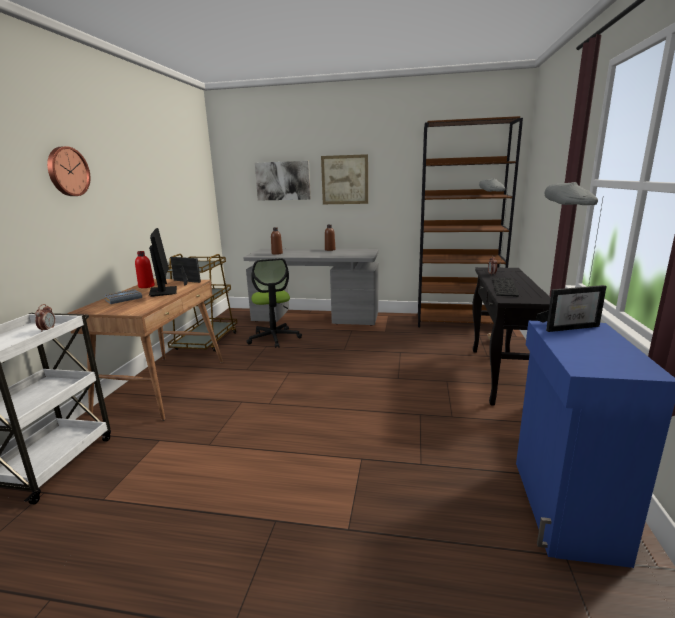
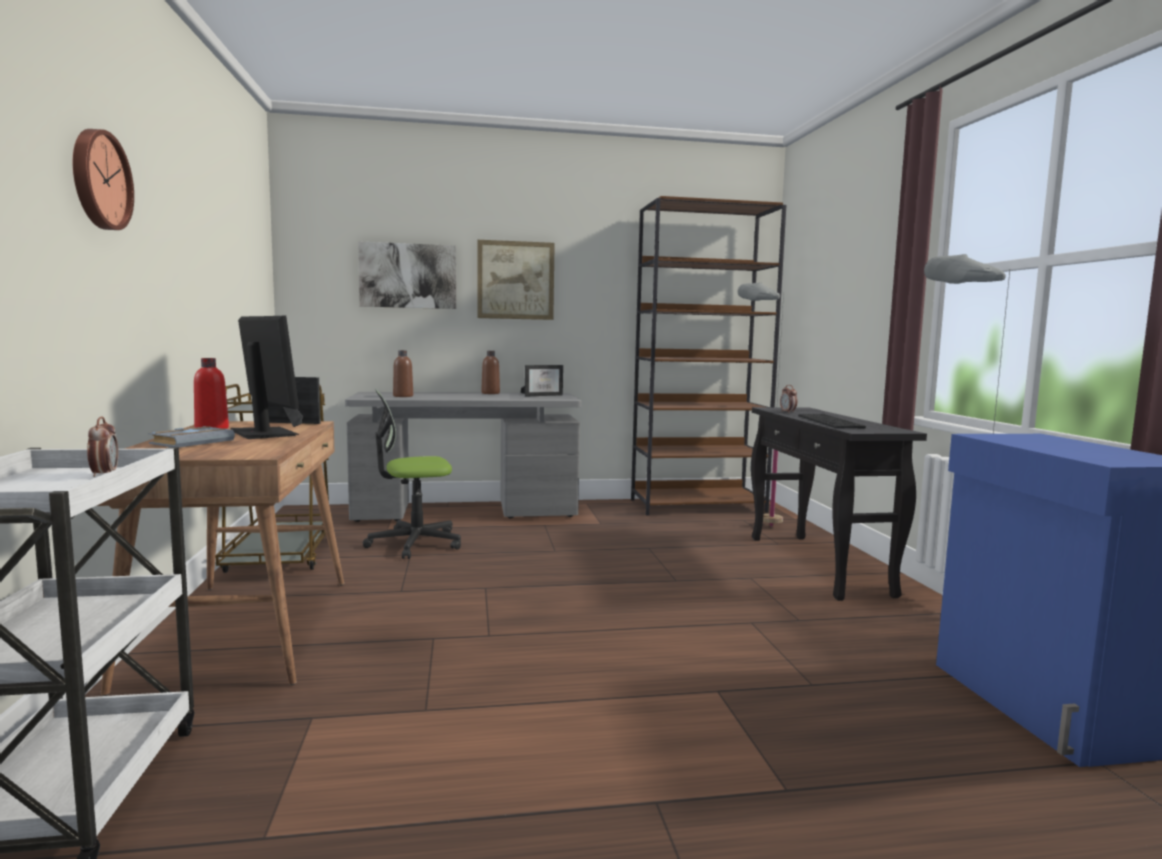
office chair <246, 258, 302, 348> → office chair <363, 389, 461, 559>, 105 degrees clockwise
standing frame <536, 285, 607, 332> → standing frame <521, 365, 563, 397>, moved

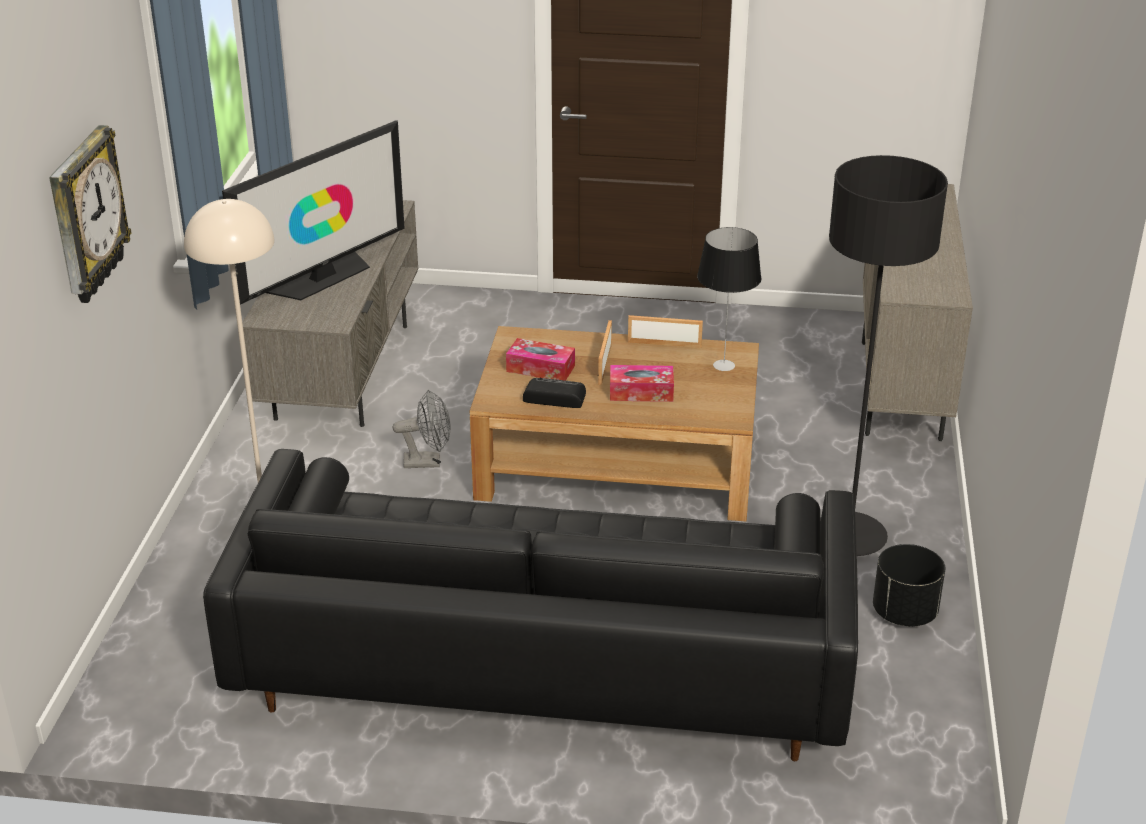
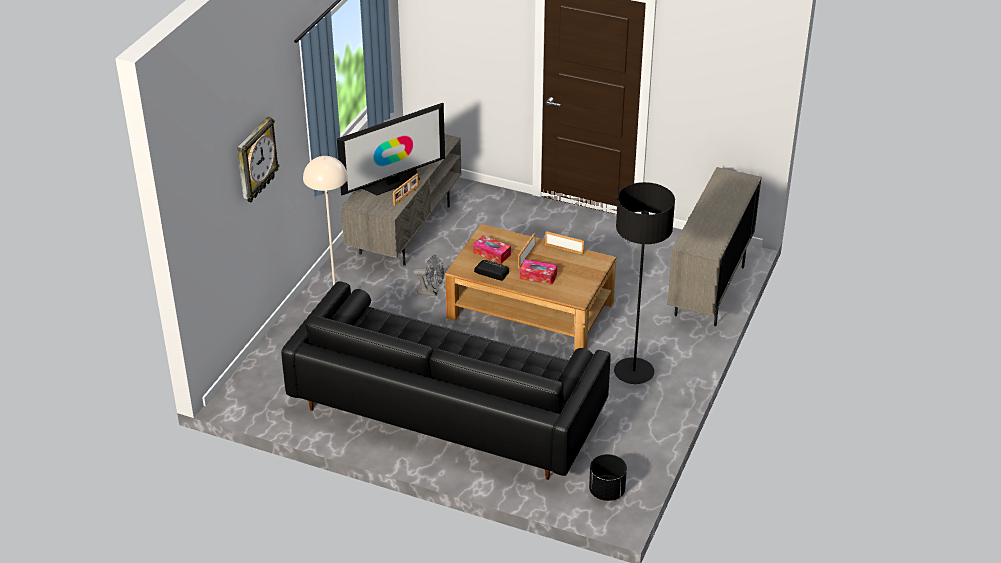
- → standing frame <393, 173, 419, 205>
black flower pot <873, 544, 945, 626> → black flower pot <589, 454, 627, 501>, moved
table lamp <697, 227, 761, 371> → -

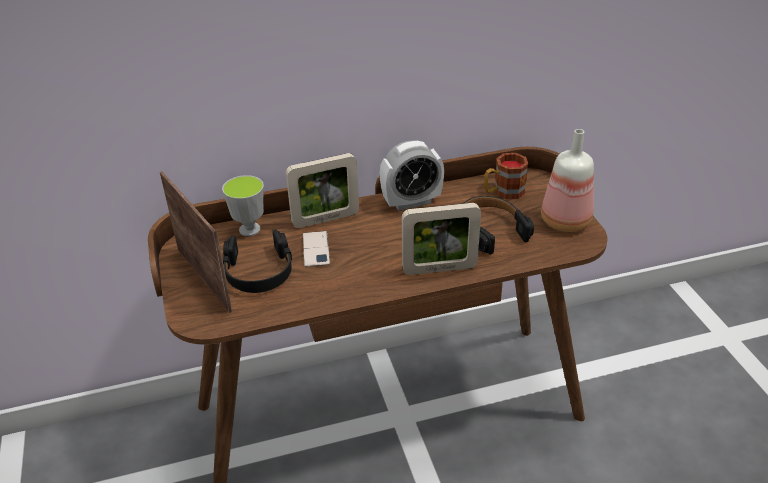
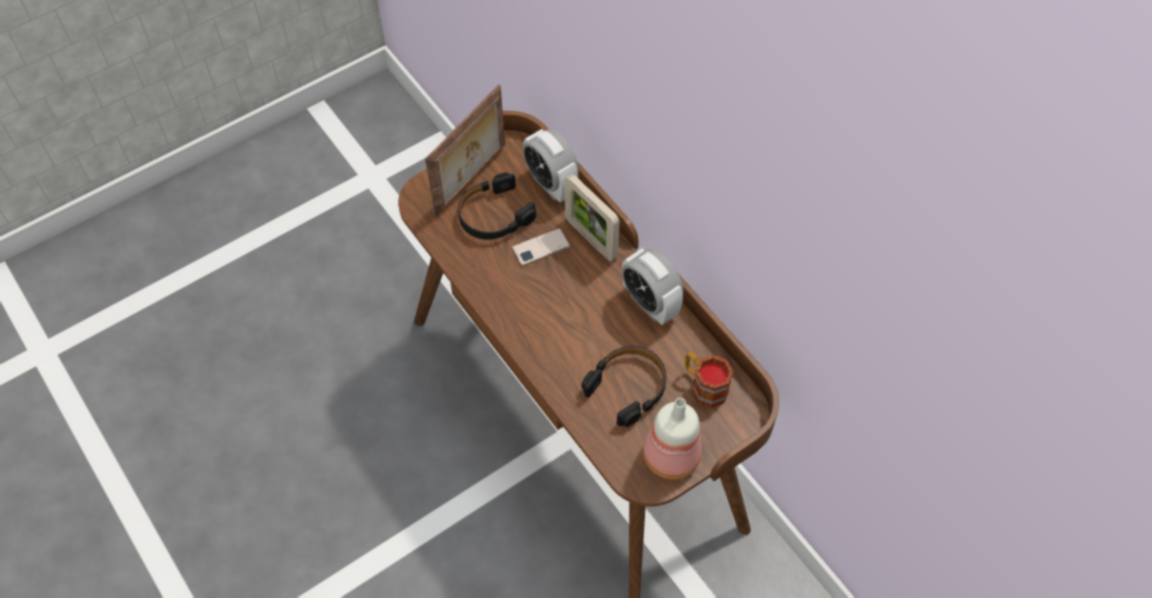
small cup <222, 175, 264, 236> → alarm clock <523, 129, 579, 203>
standing frame <402, 203, 481, 275> → -

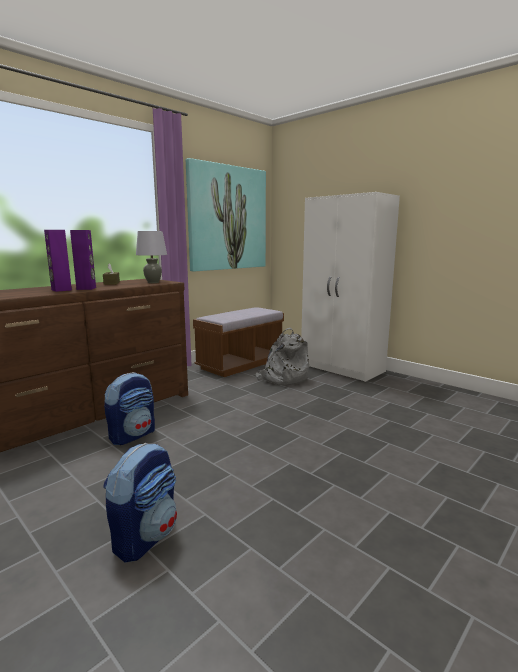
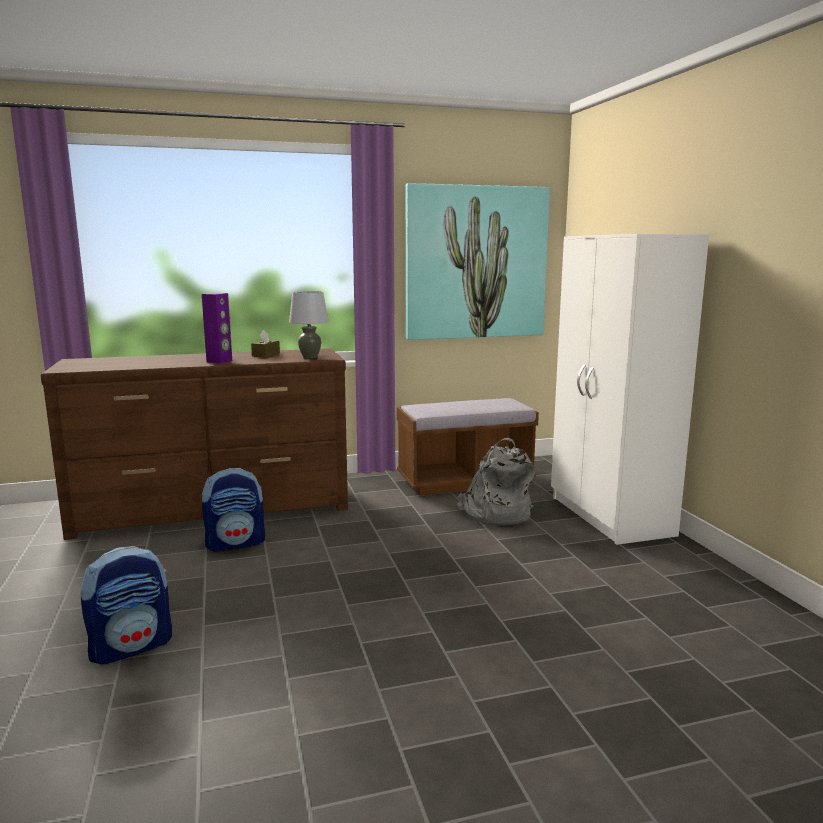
purple speaker <44, 230, 72, 292> → -

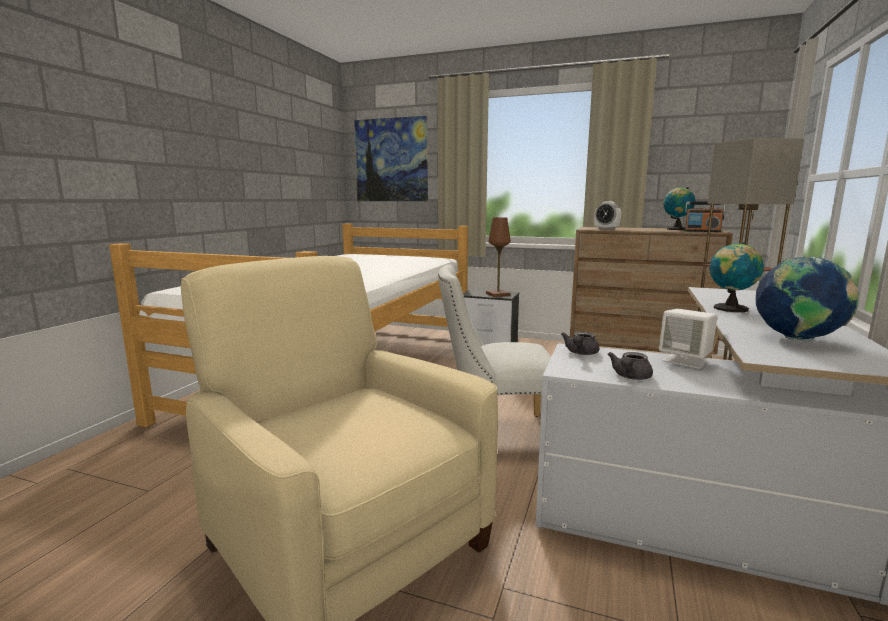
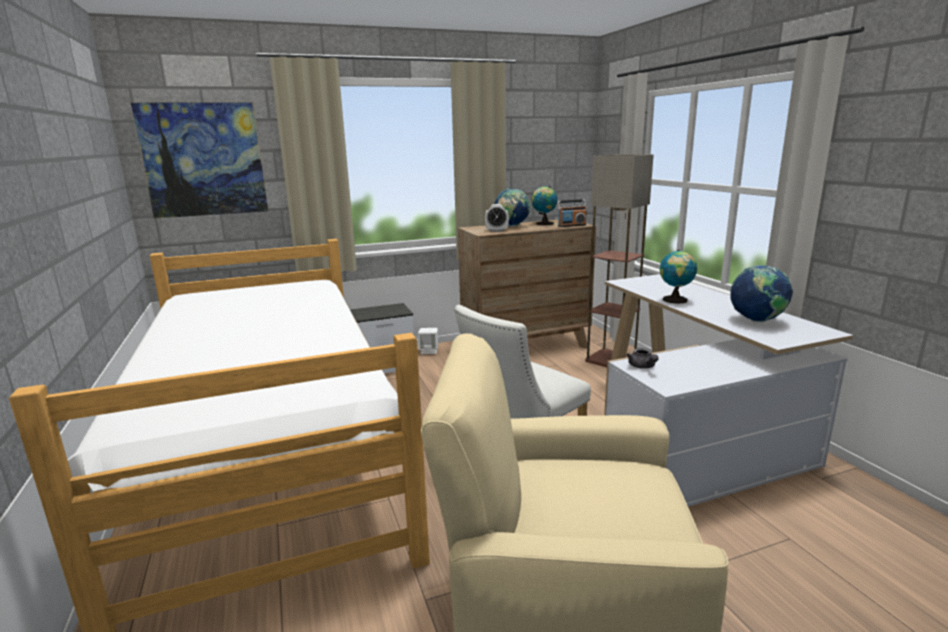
white-coloured speaker <659, 309, 717, 369> → white-coloured speaker <418, 328, 438, 354>, moved
- → world globe <494, 188, 530, 227>
brownish table lamp <486, 217, 511, 297> → -
gray teapot <608, 352, 653, 380> → -

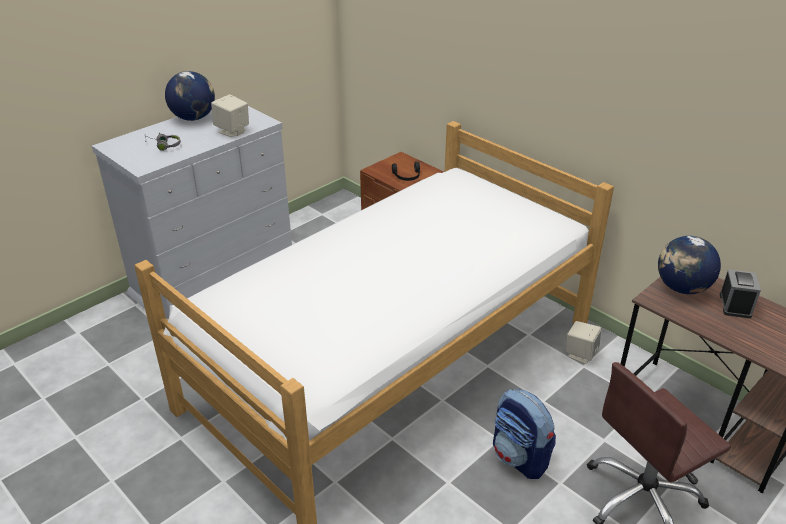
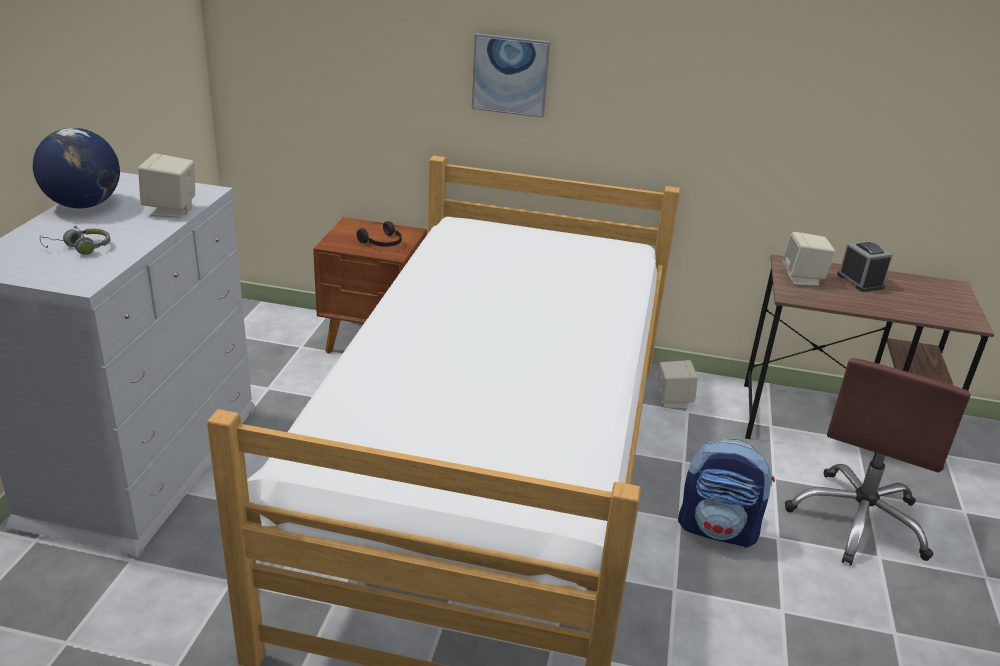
- → wall art <472, 33, 550, 118>
world globe <658, 236, 721, 294> → sand-coloured speaker <783, 232, 835, 286>

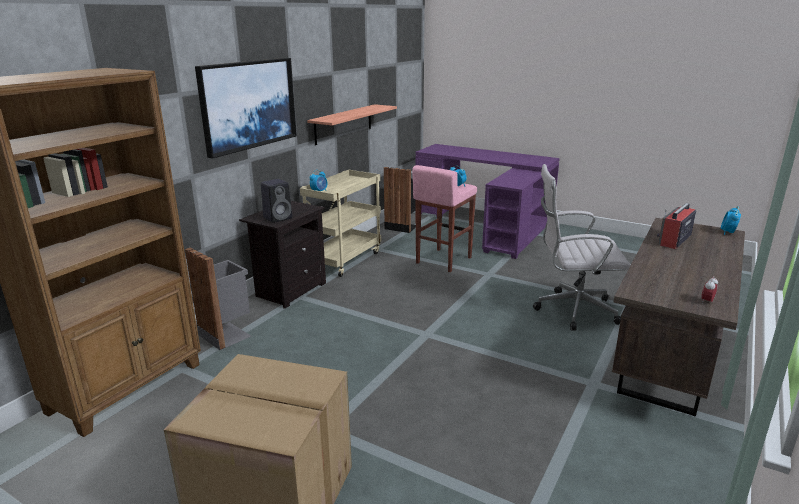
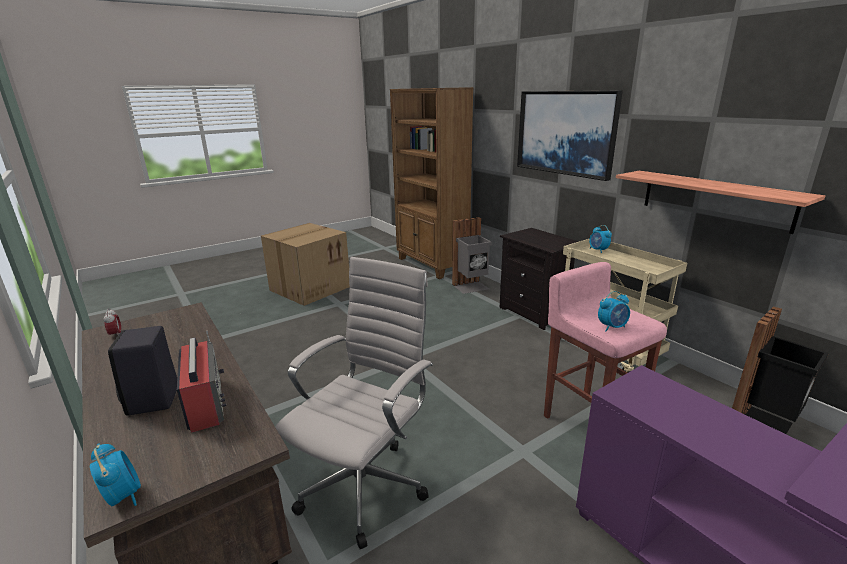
black speaker <261, 179, 292, 223> → black speaker <108, 326, 177, 416>, moved

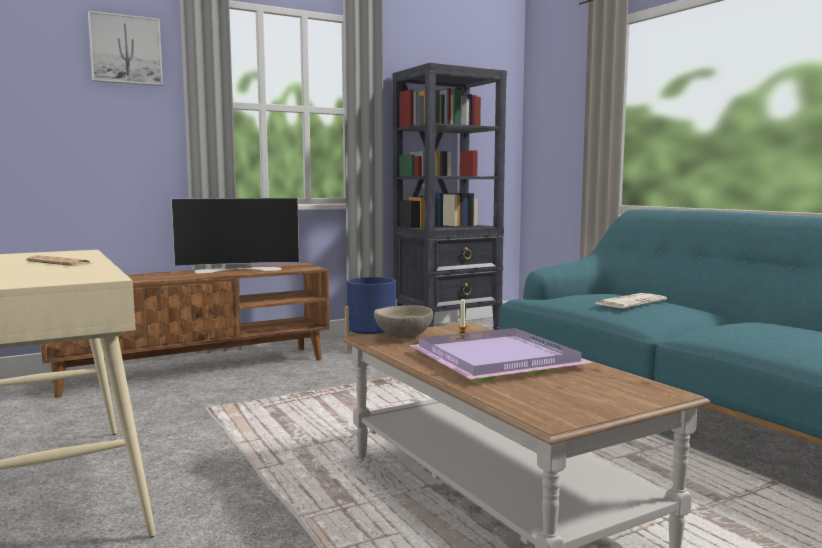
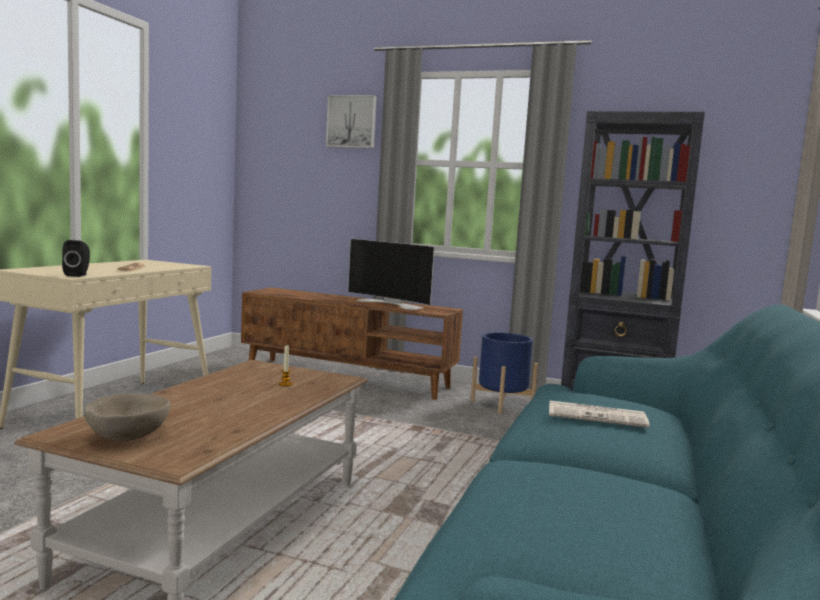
- → black speaker <62, 240, 90, 277>
sand-coloured deep dish <374, 305, 433, 338> → sand-coloured deep dish <84, 393, 170, 441>, moved
purple tray <409, 328, 593, 382> → -

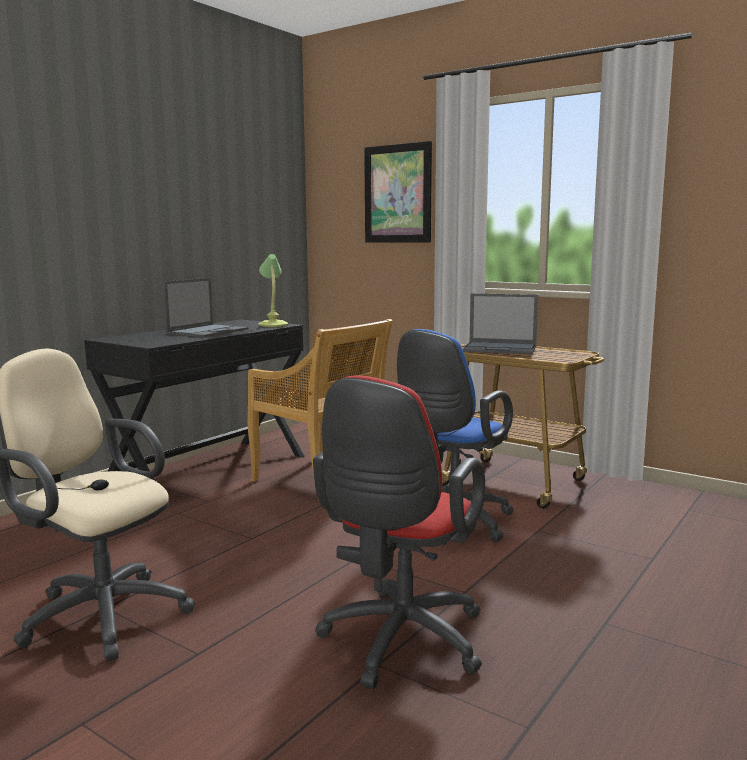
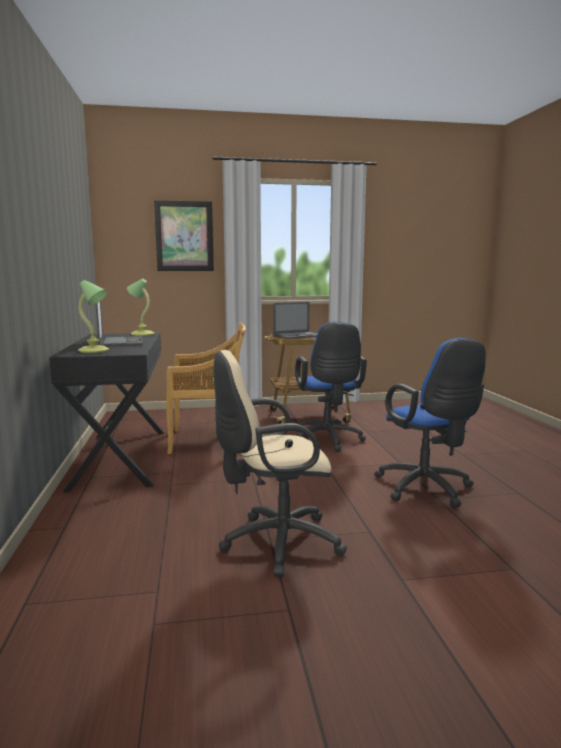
- → table lamp <78, 280, 109, 353>
reddish office chair <313, 375, 485, 689> → blue office chair <375, 338, 486, 508>

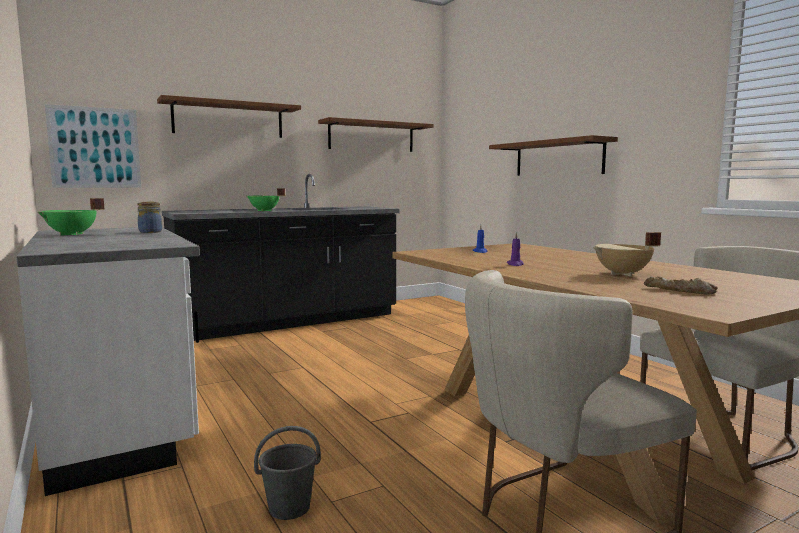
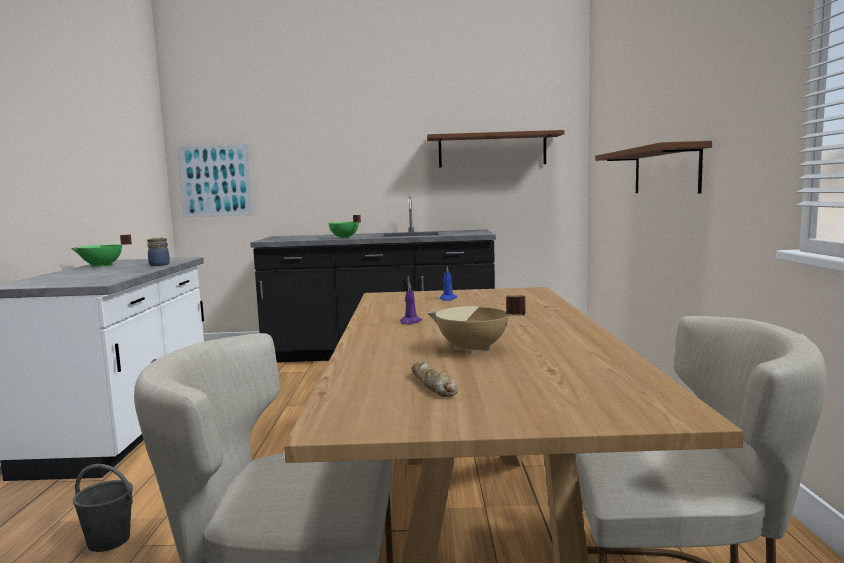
brownish wall shelf <157, 95, 301, 138> → -

